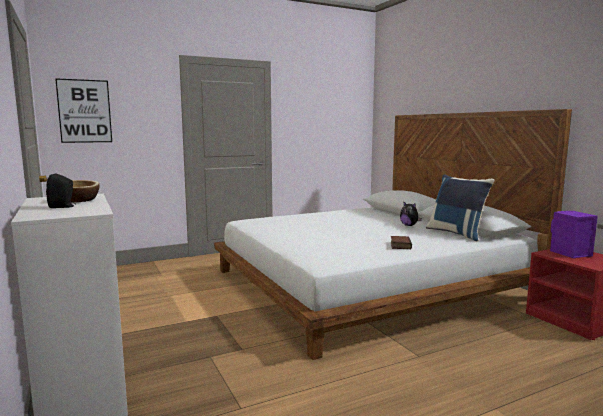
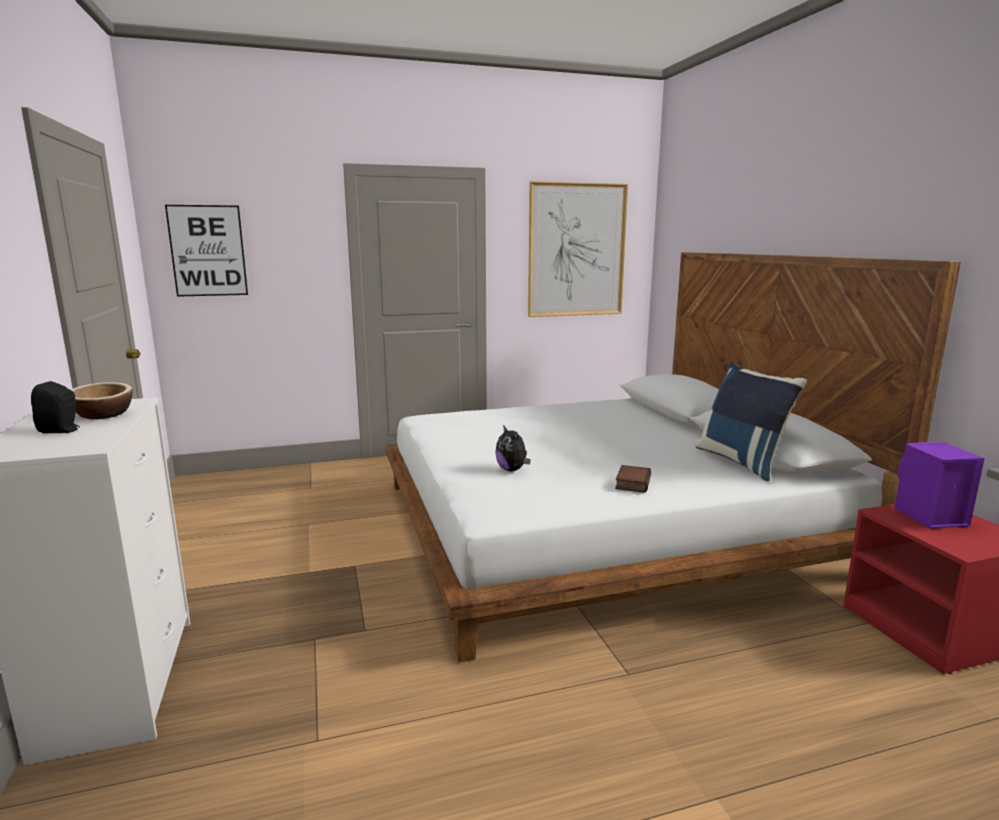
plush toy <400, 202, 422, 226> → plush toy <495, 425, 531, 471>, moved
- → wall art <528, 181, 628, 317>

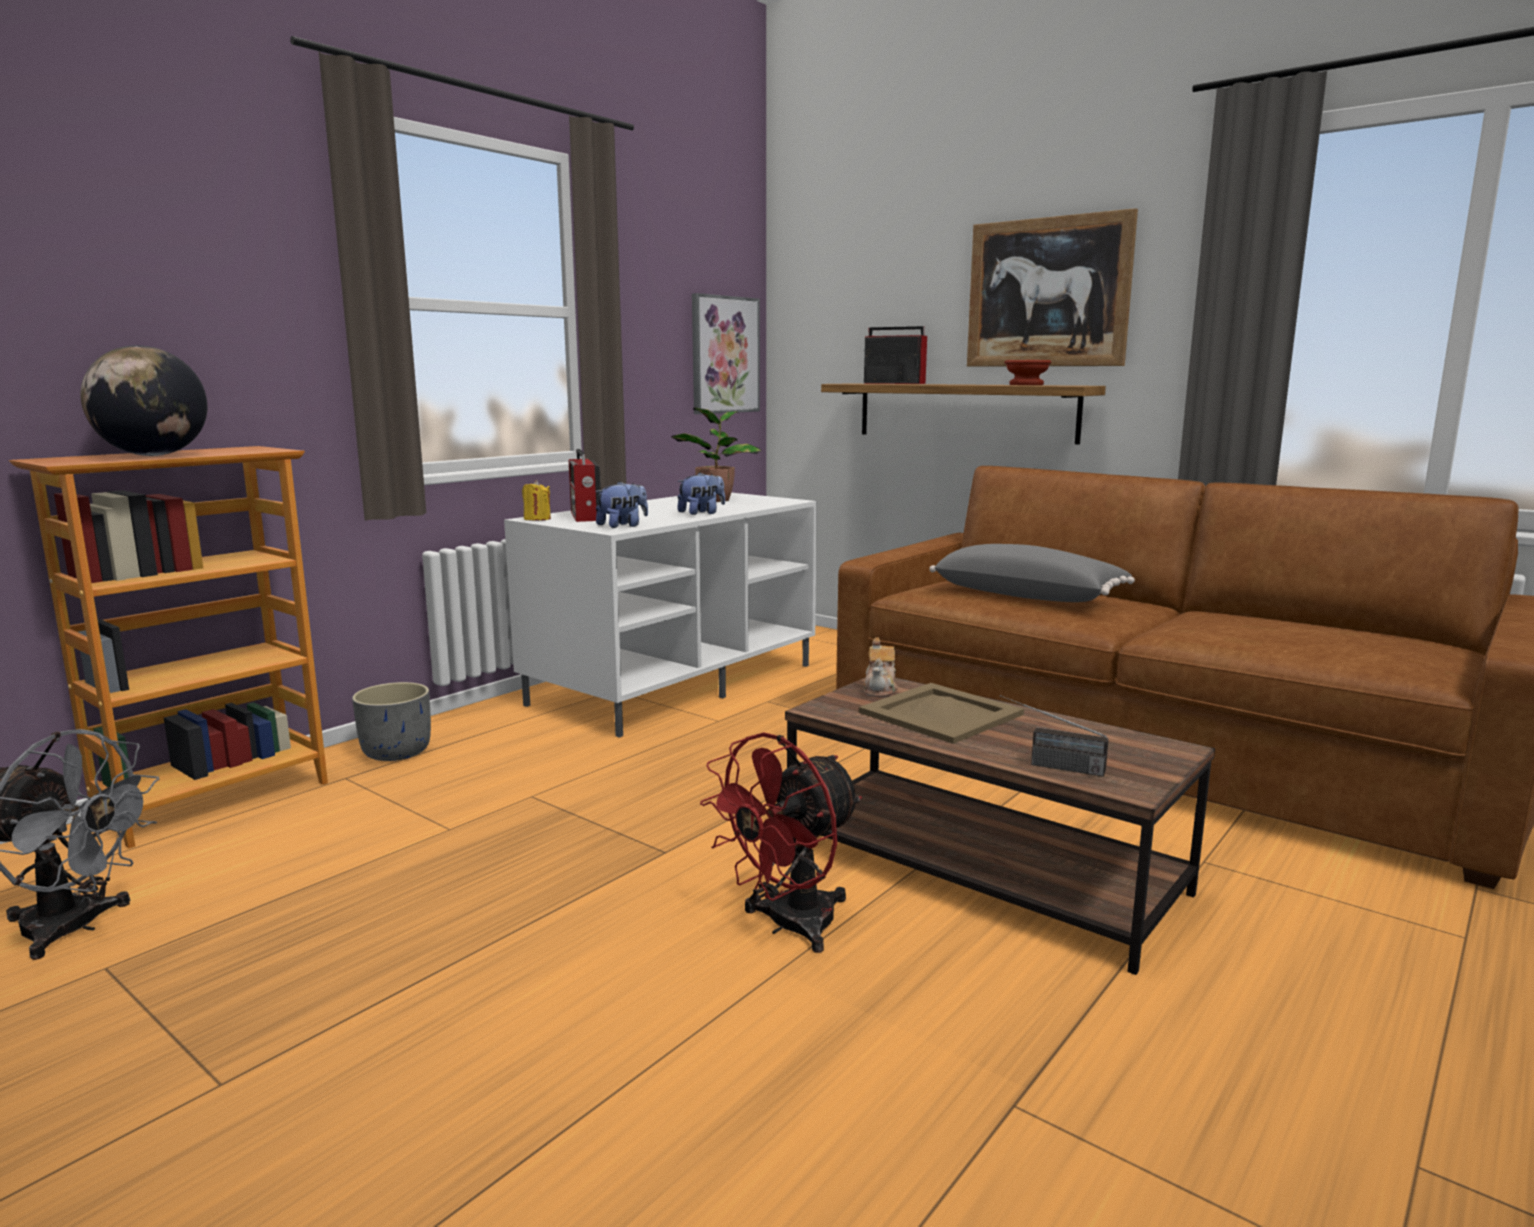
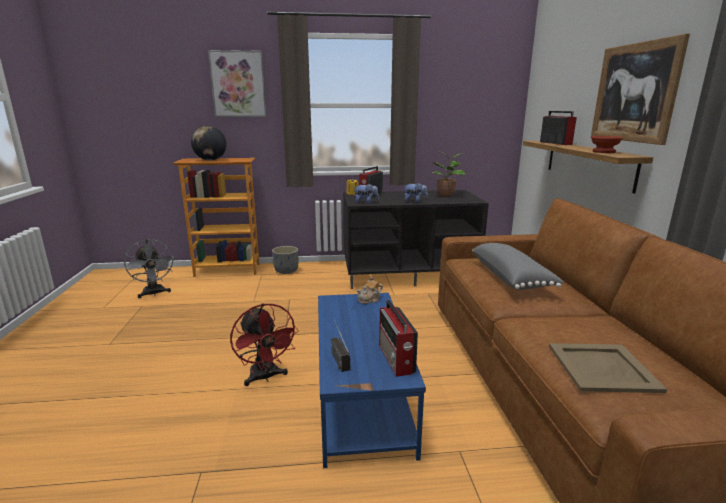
wall art <692, 293, 760, 414> → wall art <208, 50, 266, 117>, moved
reddish cooling fan <700, 732, 862, 953> → reddish cooling fan <230, 303, 299, 386>, 120 degrees counterclockwise
brownish coffee table <785, 677, 1215, 975> → blue coffee table <318, 293, 426, 468>
white-coloured tv unit <504, 493, 817, 738> → black tv unit <343, 190, 489, 289>
- → radio set <379, 300, 418, 377>
sand-coloured tray <859, 683, 1024, 744> → sand-coloured tray <549, 343, 667, 393>, moved

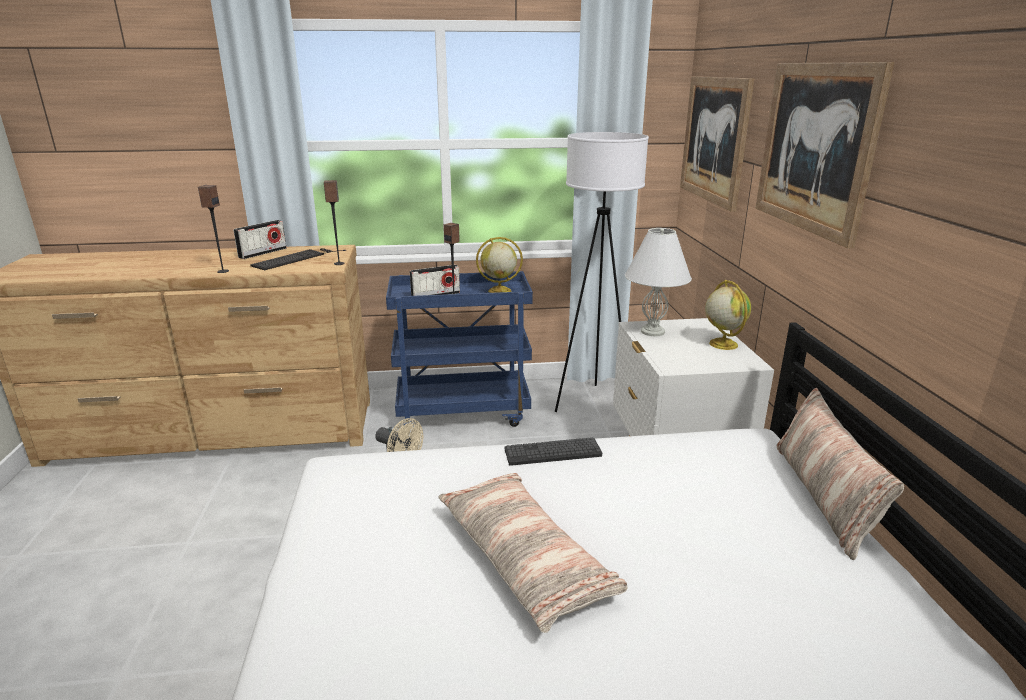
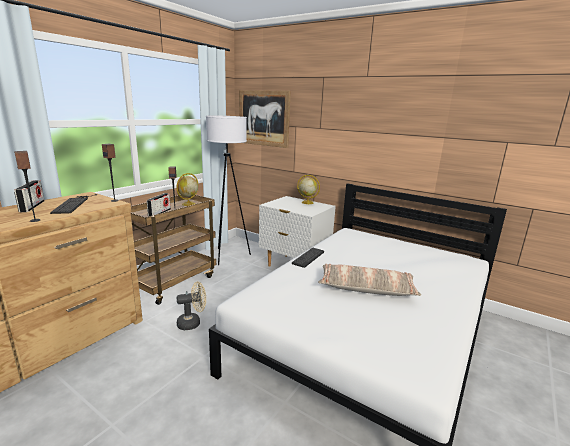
blue wheeled cart <386, 271, 533, 427> → brownish wheeled cart <131, 195, 216, 305>
white-coloured table lamp <625, 228, 692, 336> → -
wall art <755, 62, 895, 248> → -
pillow <777, 388, 904, 560> → -

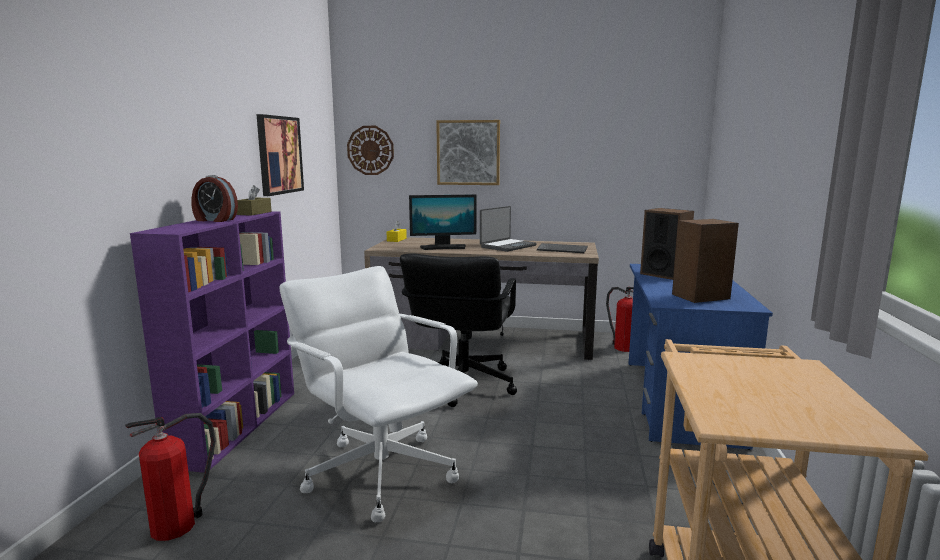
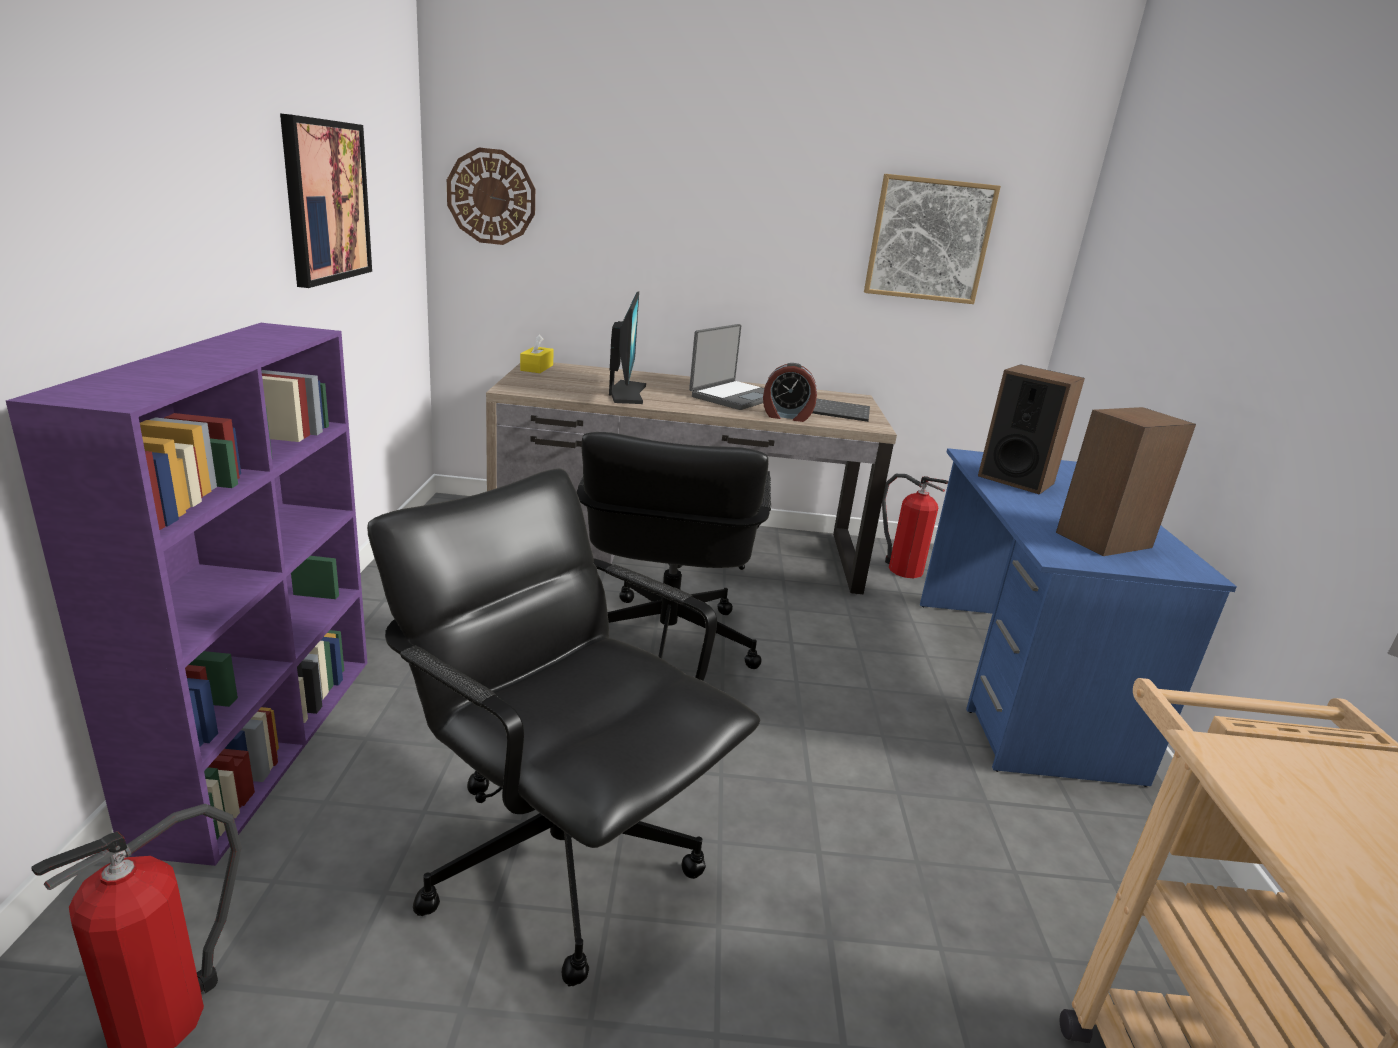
white-coloured office chair <280, 266, 478, 523> → black office chair <367, 468, 761, 987>
monitor <409, 194, 476, 250> → monitor <609, 292, 646, 404>, 75 degrees counterclockwise
alarm clock <191, 175, 238, 222> → alarm clock <763, 363, 817, 422>, moved
wall art <436, 120, 500, 185> → wall art <864, 174, 1001, 304>, moved
brownish box of tissues <237, 185, 272, 216> → -

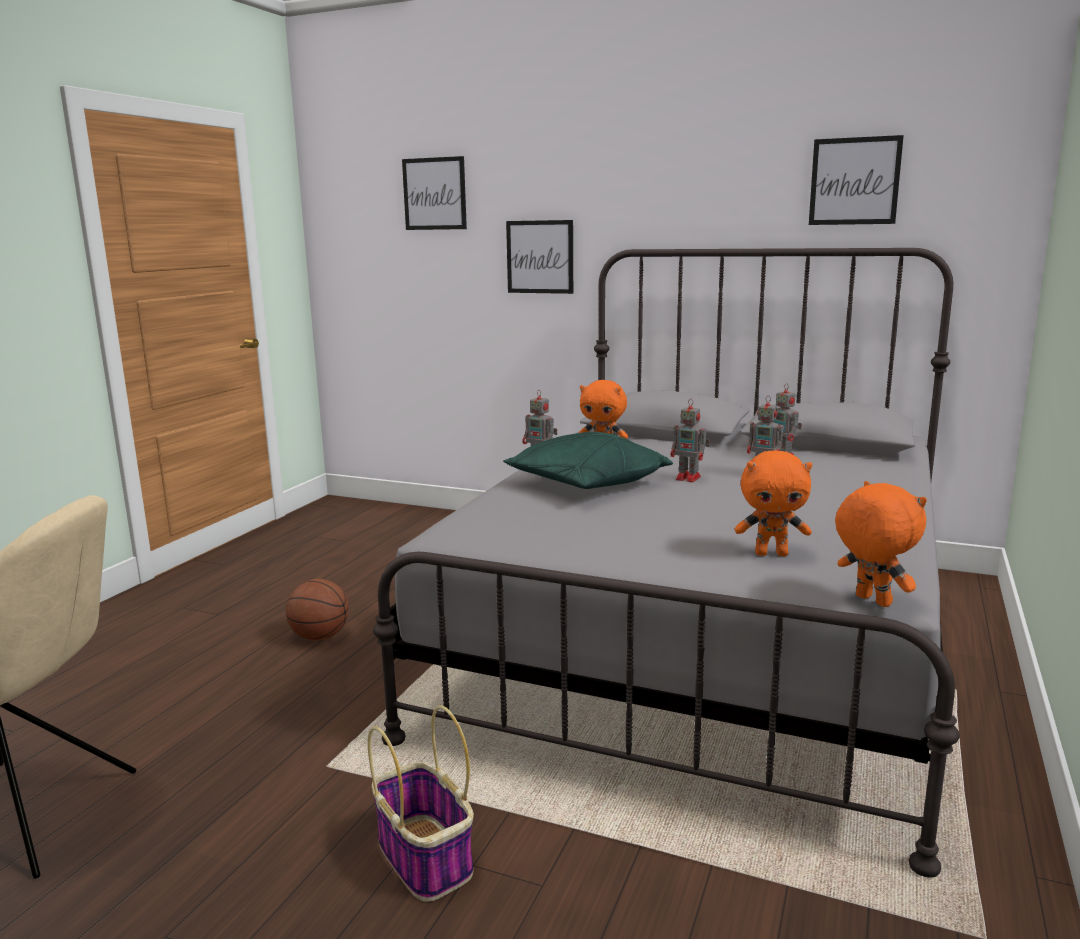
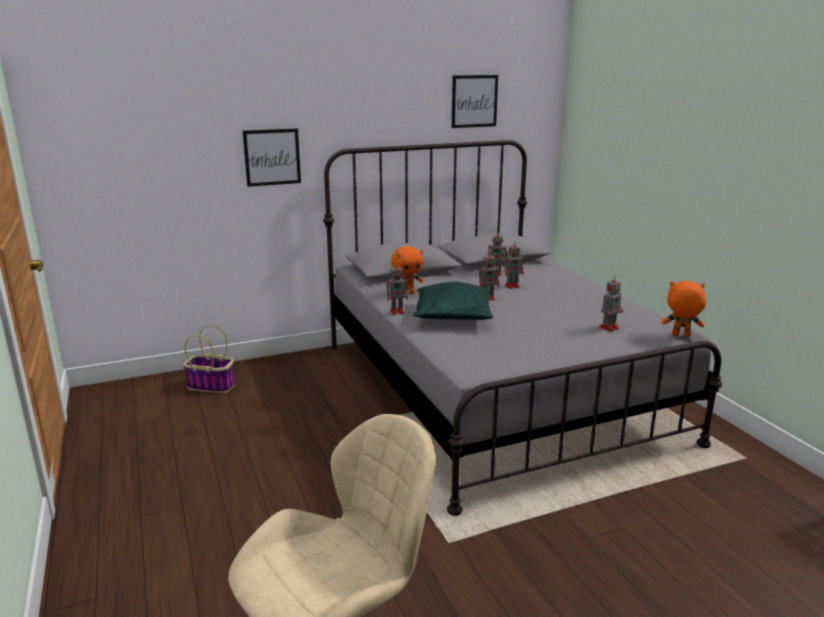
household basket <368, 705, 474, 902> → household basket <183, 325, 235, 393>, moved
orange-coloured plush toy <735, 450, 812, 556> → toy robot <599, 275, 623, 332>
ball for basketball <286, 579, 349, 641> → -
wall art <402, 156, 467, 230> → -

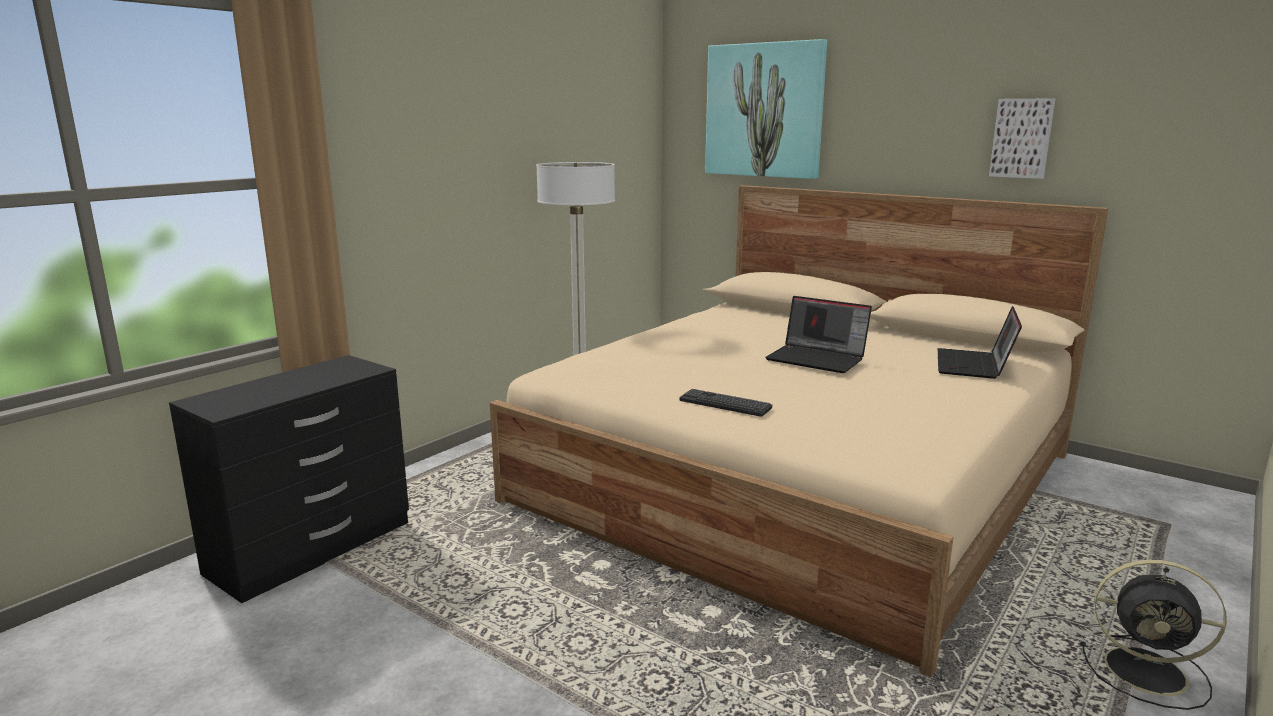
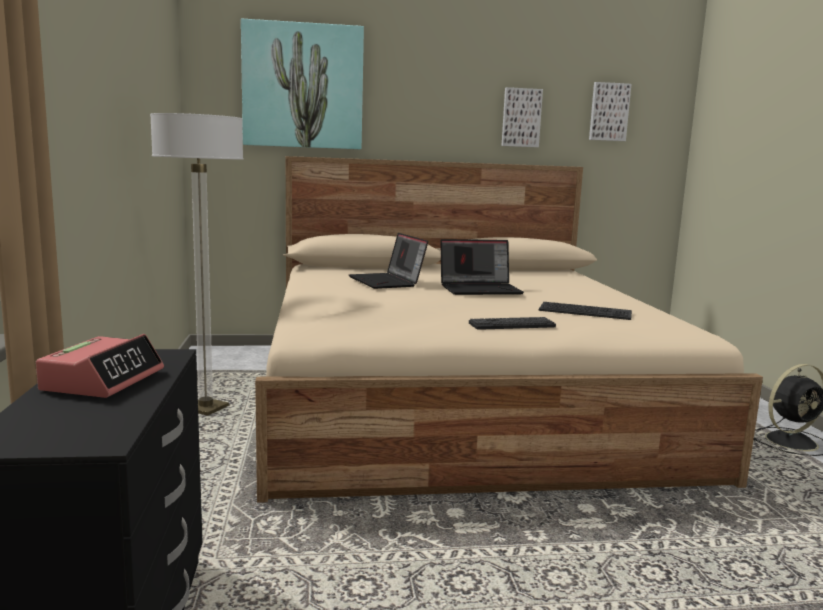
- → alarm clock <36, 334, 164, 398>
portable computer <938, 306, 1022, 379> → portable computer <349, 233, 428, 289>, moved
- → computer keyboard <539, 302, 632, 320>
- → wall art <589, 82, 631, 141>

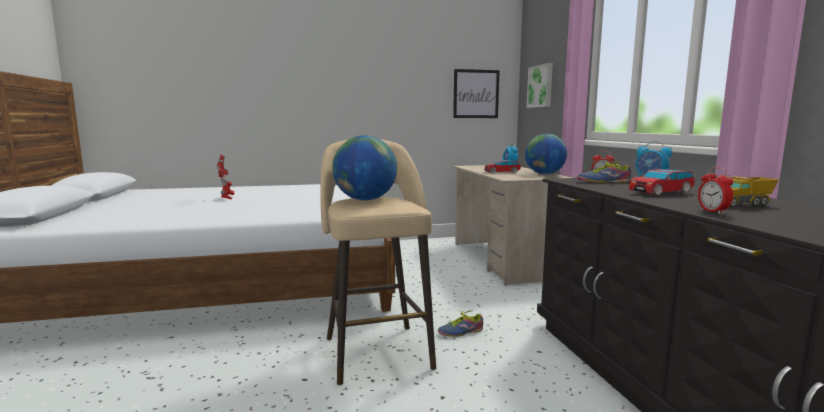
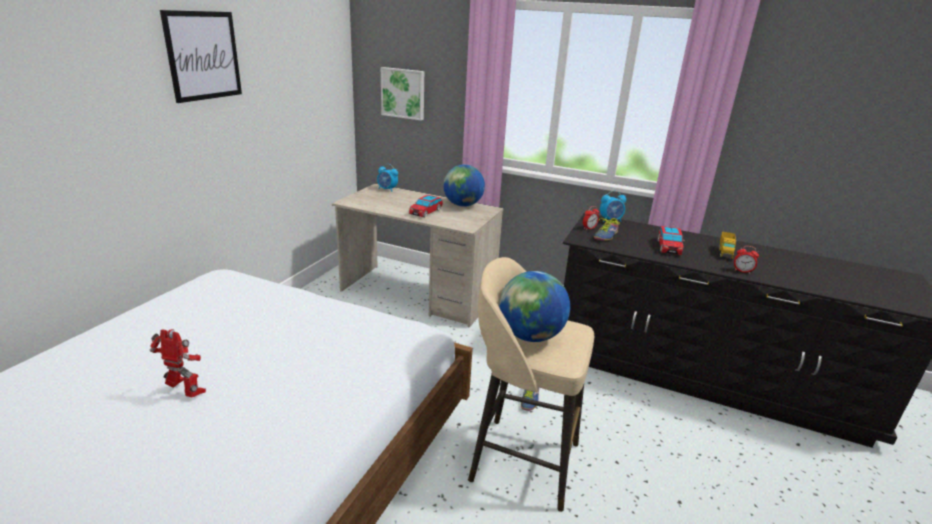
wall art <453, 69, 500, 118> → wall art <160, 10, 242, 103>, moved

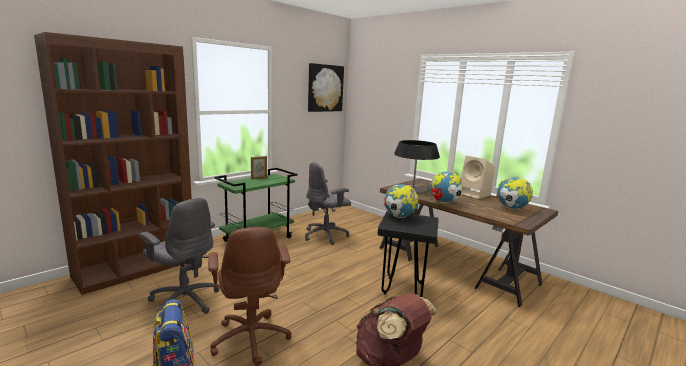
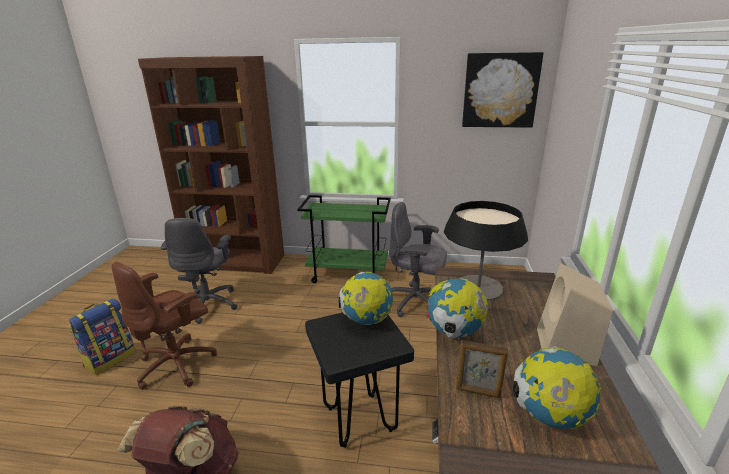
standing frame <251, 156, 267, 179> → standing frame <456, 340, 508, 398>, moved

